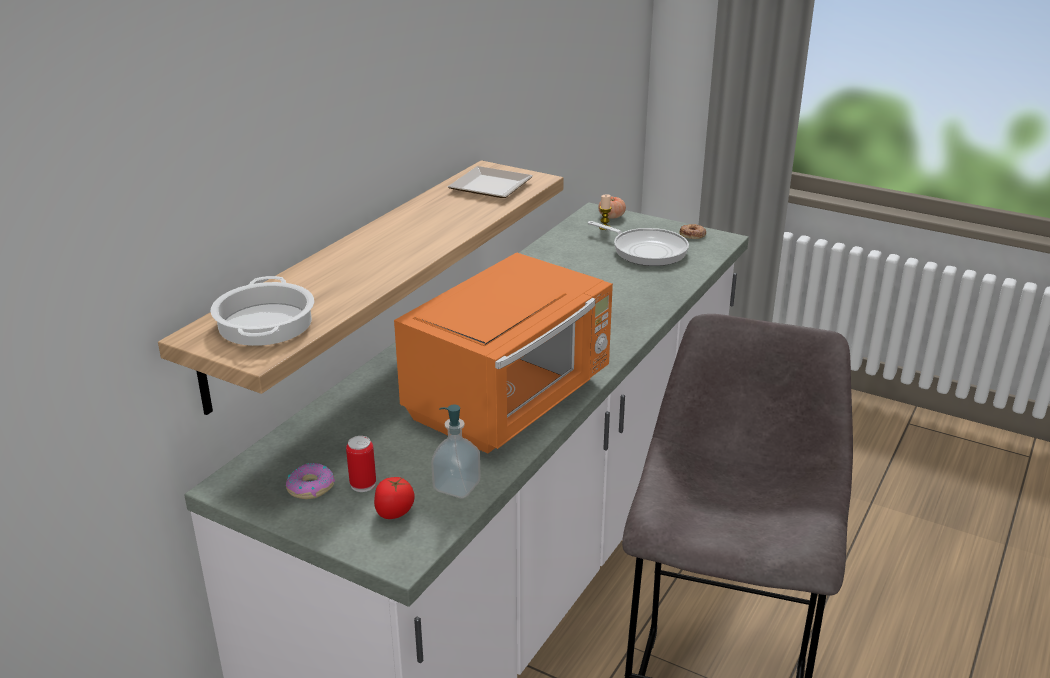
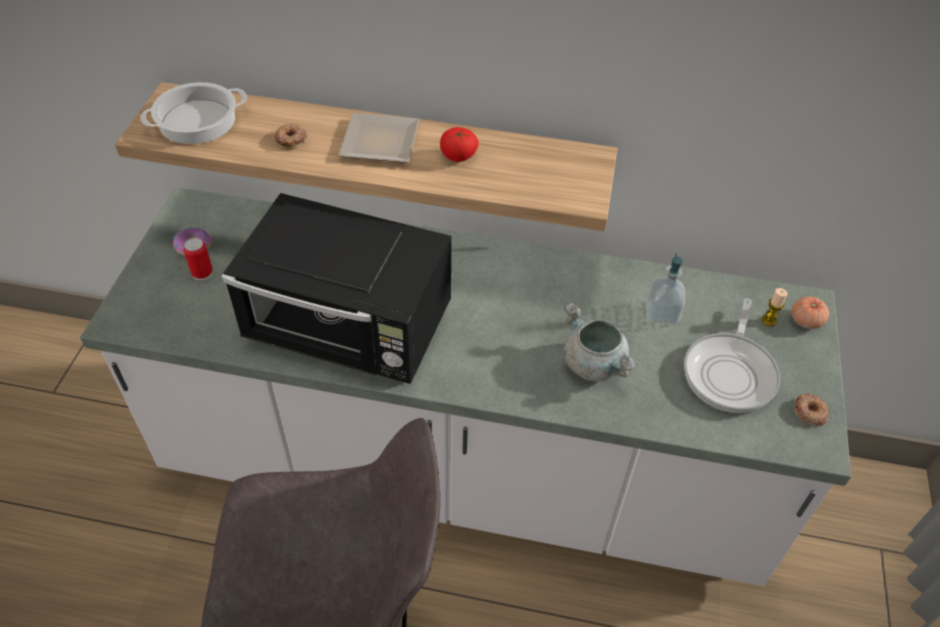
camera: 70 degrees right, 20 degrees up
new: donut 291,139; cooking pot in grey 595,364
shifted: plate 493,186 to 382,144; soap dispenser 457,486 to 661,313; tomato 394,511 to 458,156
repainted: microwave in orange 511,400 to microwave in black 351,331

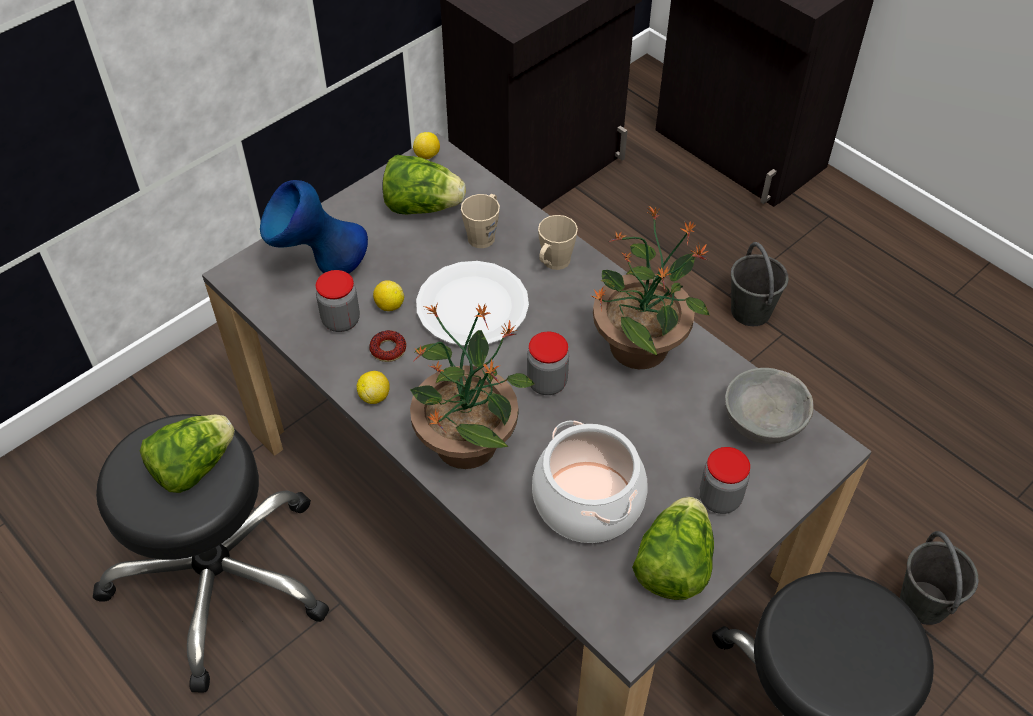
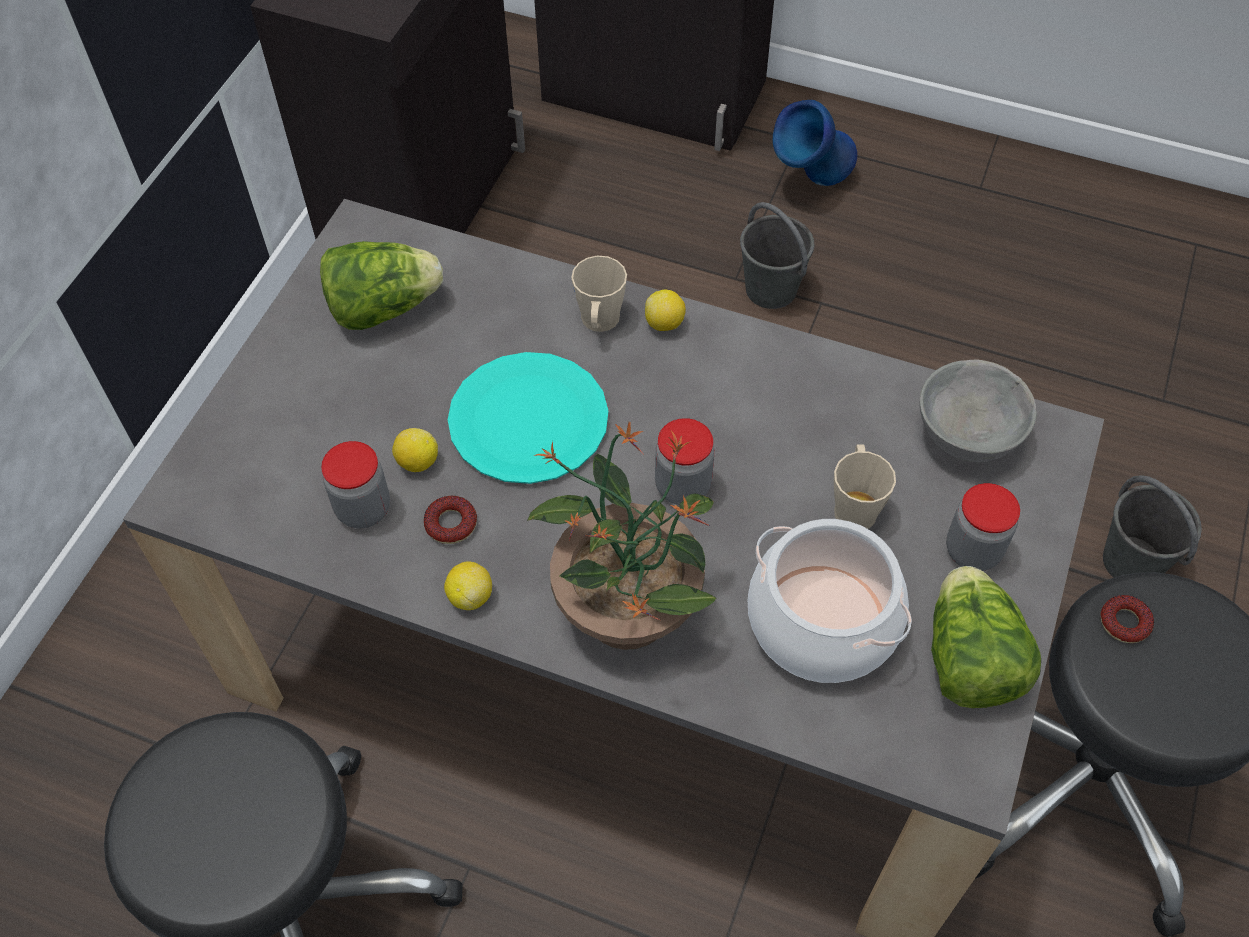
camera: 25 degrees left, 5 degrees up
gone: potted plant 640,345; lettuce 193,467
new: donut 1124,622
shifted: lemon 427,156 to 664,323; vase in blue 321,269 to 810,183; mug in beige 484,234 to 854,505
repainted: plate in white 472,306 to plate in turquoise 529,420

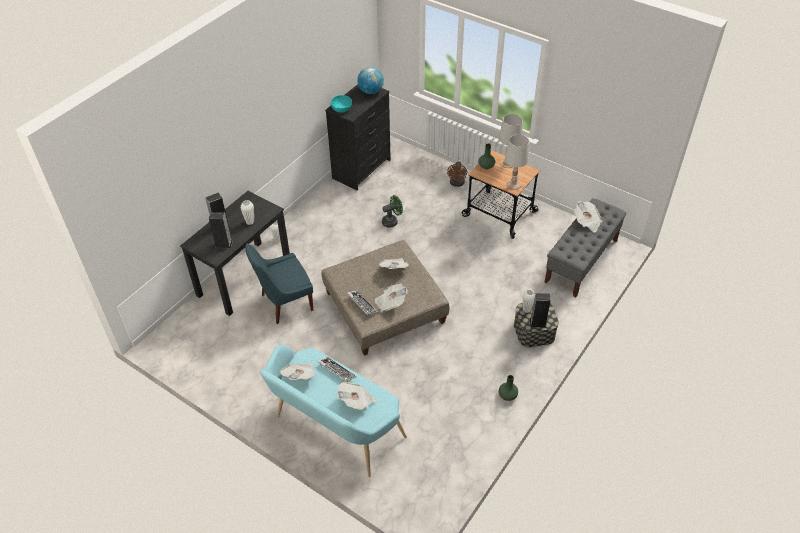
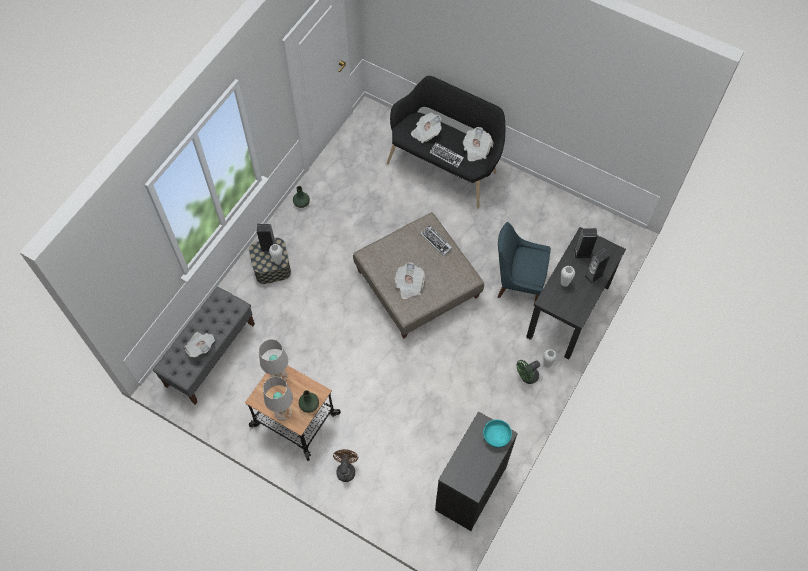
camera: 175 degrees right, 15 degrees up
gone: globe 371,91; newspaper 390,303
shifted: fan in green 392,221 to 526,377
repainted: bench in turquoise 335,430 to bench in black 445,166
rotated: chair in blue 284,303 = 518,282 135 degrees counterclockwise

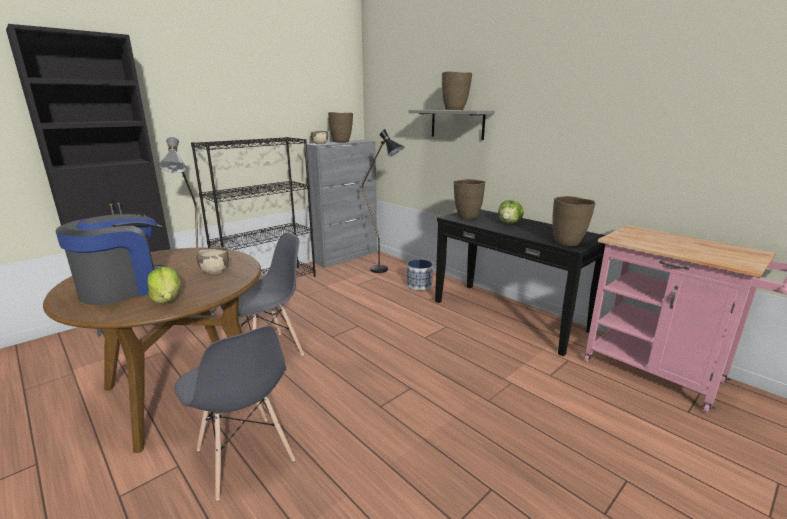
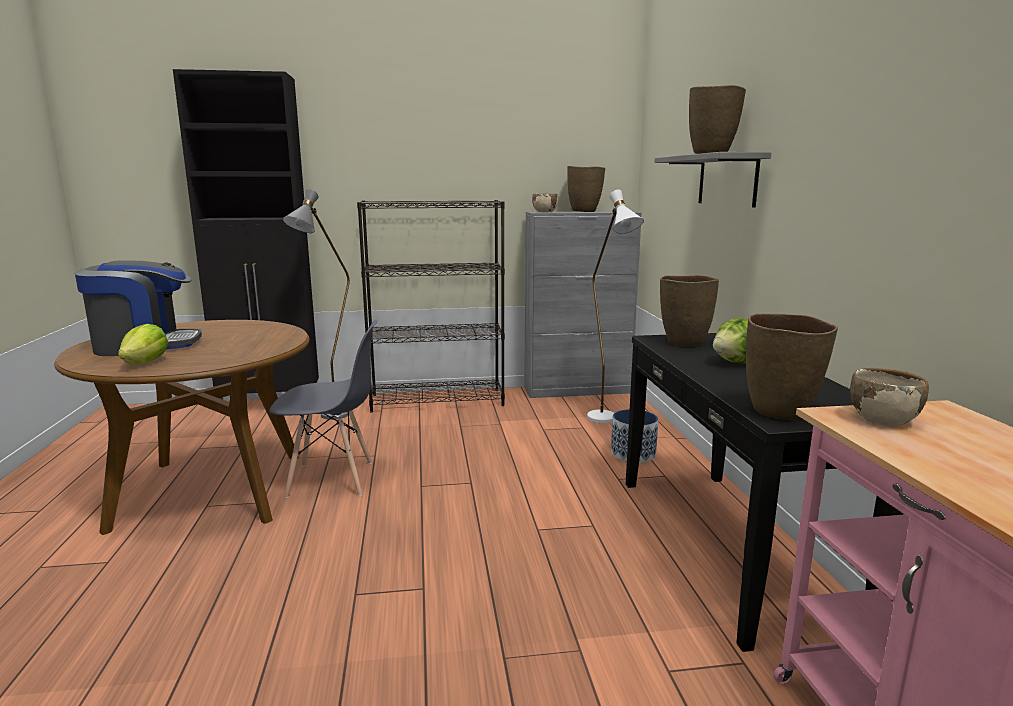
camera: 35 degrees right, 5 degrees down
gone: chair in grey 245,456
shifted: bowl in beige 215,270 to 882,419
repainted: floor lamp in black 385,271 to floor lamp in white 607,421

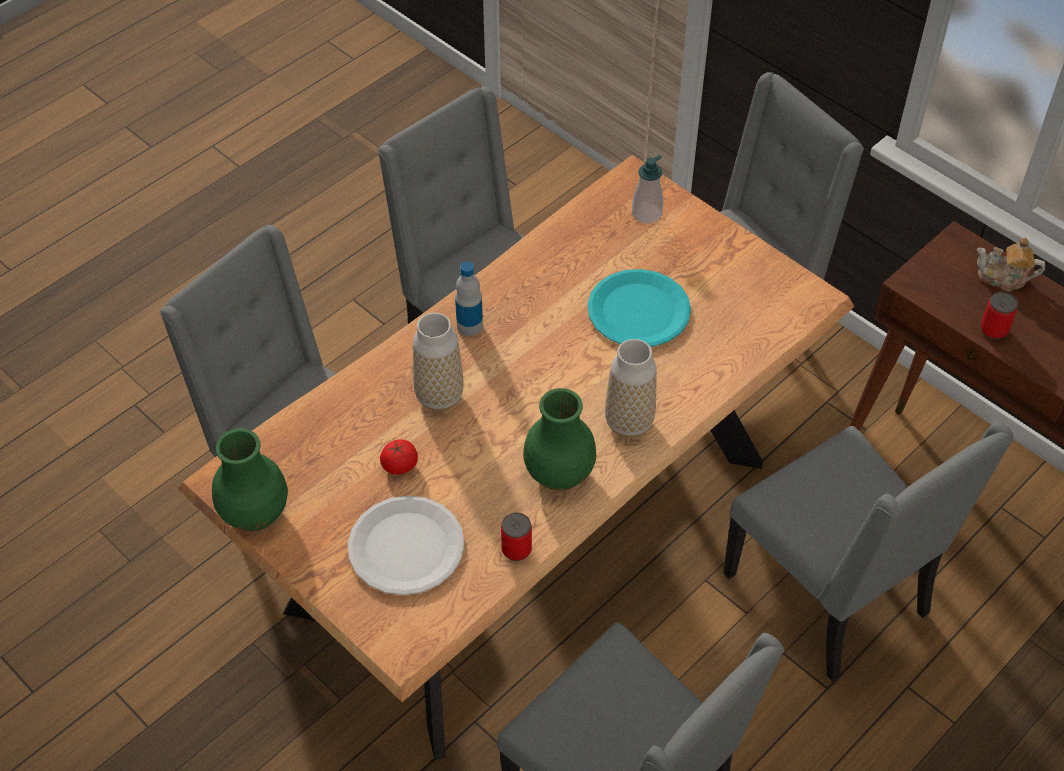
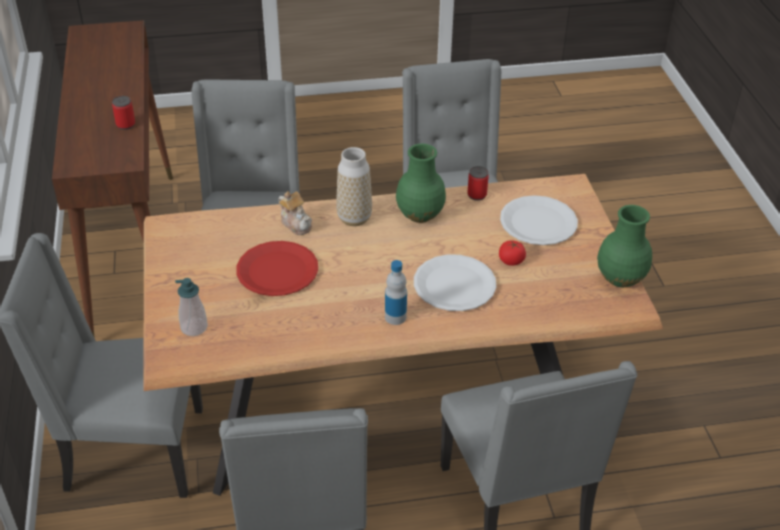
camera: 145 degrees left, 10 degrees down
shifted: teapot 1003,278 to 296,223
swapped: vase 439,397 to plate in white 454,285
repainted: plate in turquoise 638,310 to plate in red 277,271

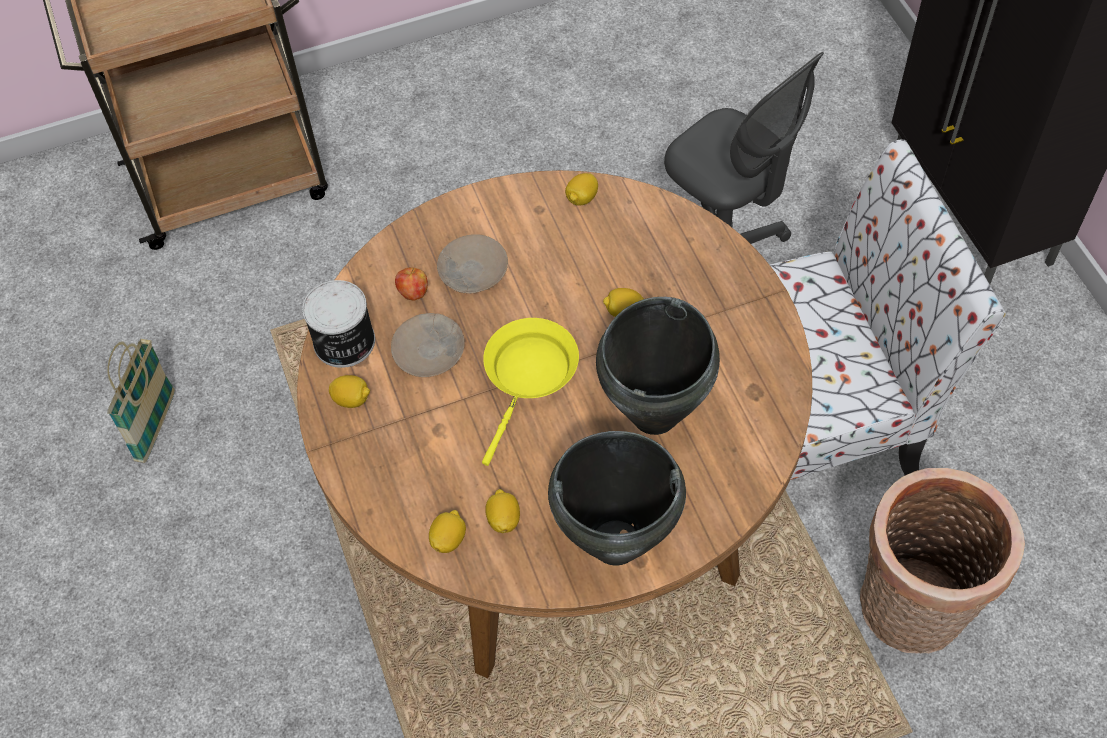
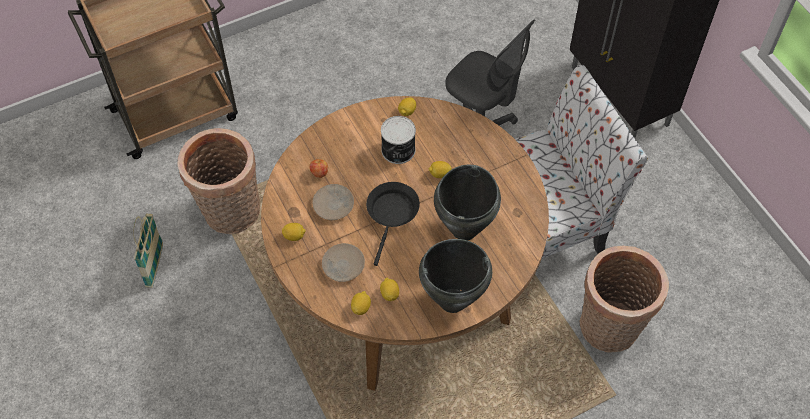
camera: 10 degrees left, 0 degrees up
new: basket 230,214
shifted: plate in beige 472,270 to 343,266; can 344,343 to 398,151
repainted: frying pan in yellow 529,376 to frying pan in black 392,214

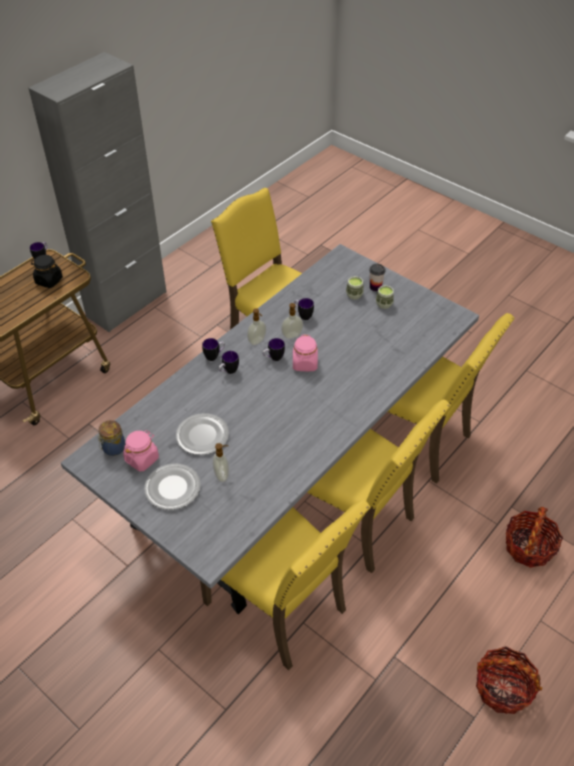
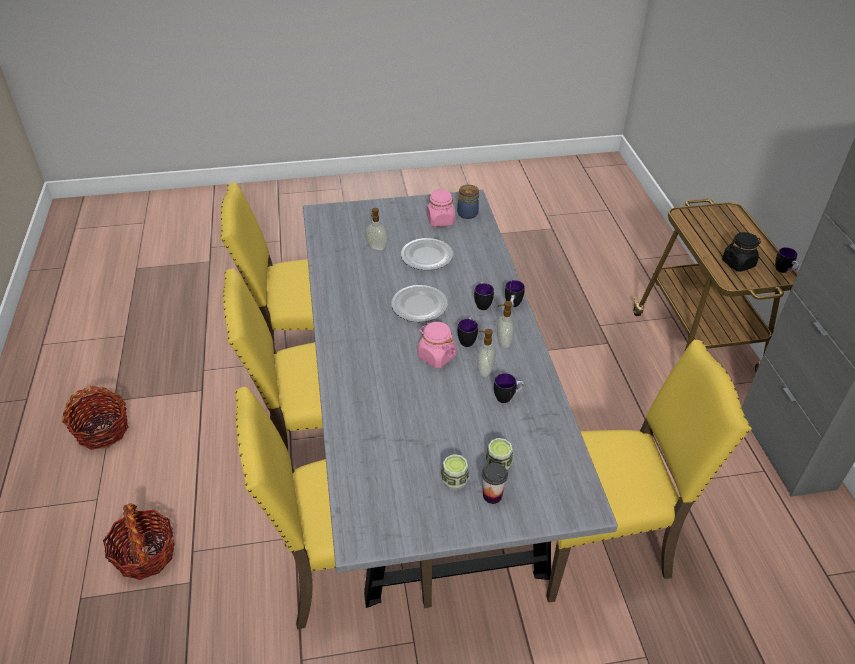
camera: 130 degrees right, 5 degrees down
shifted: plate 172,488 to 419,305

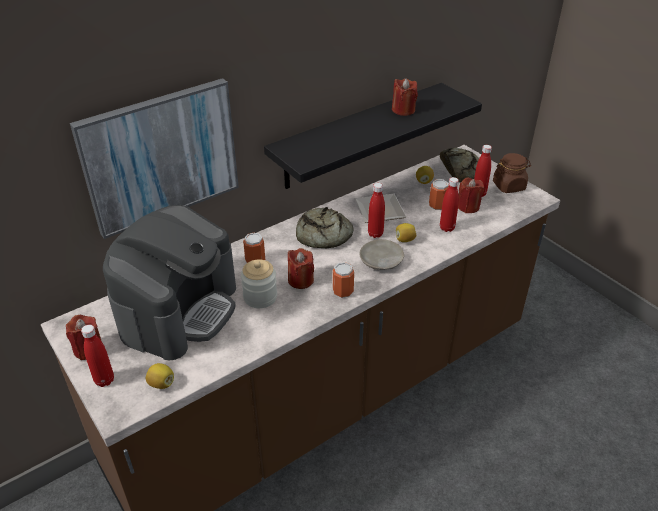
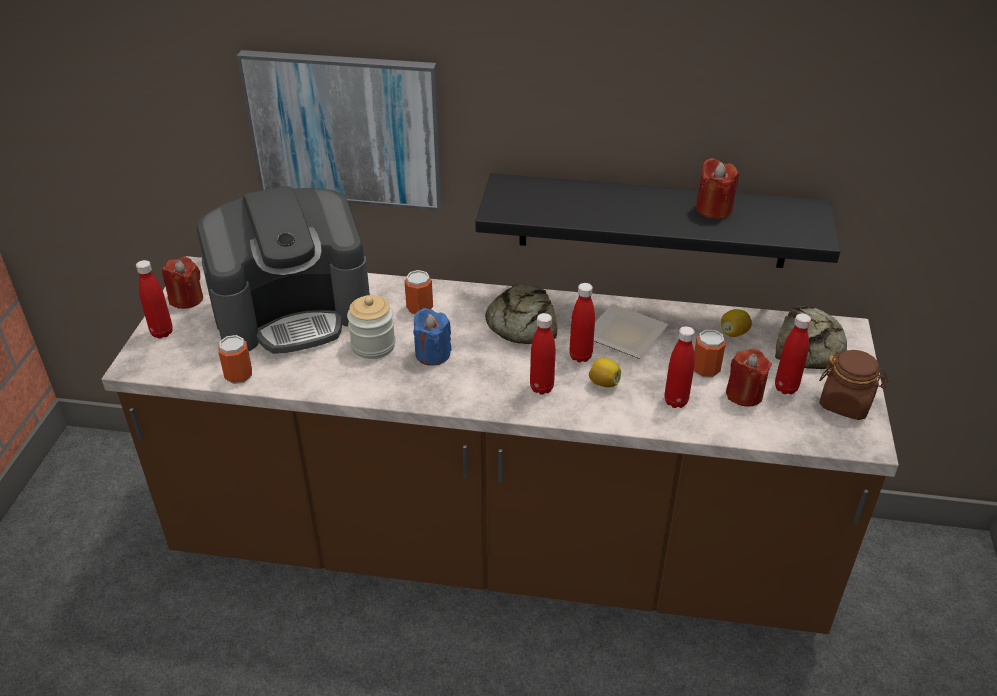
camera: 45 degrees right, 0 degrees up
gone: lemon 161,383
shifted: can 343,291 to 238,375
swapped: plate in beige 381,261 to bottle in red 541,388
repainted: candle in red 300,280 to candle in blue 432,354

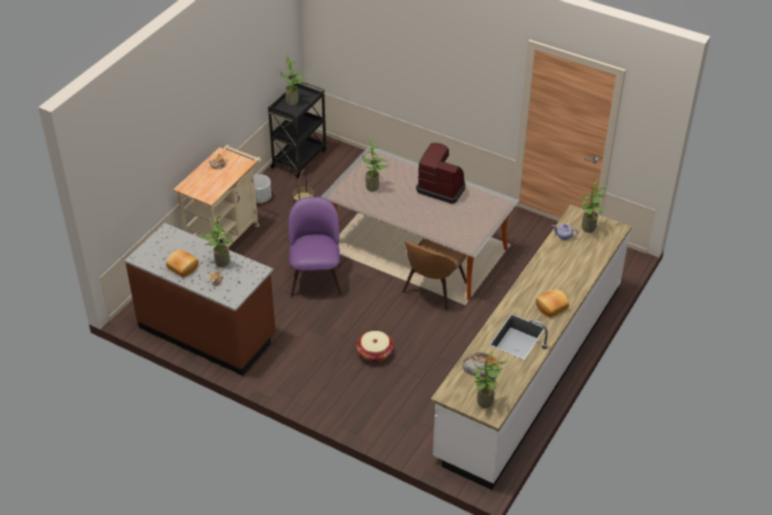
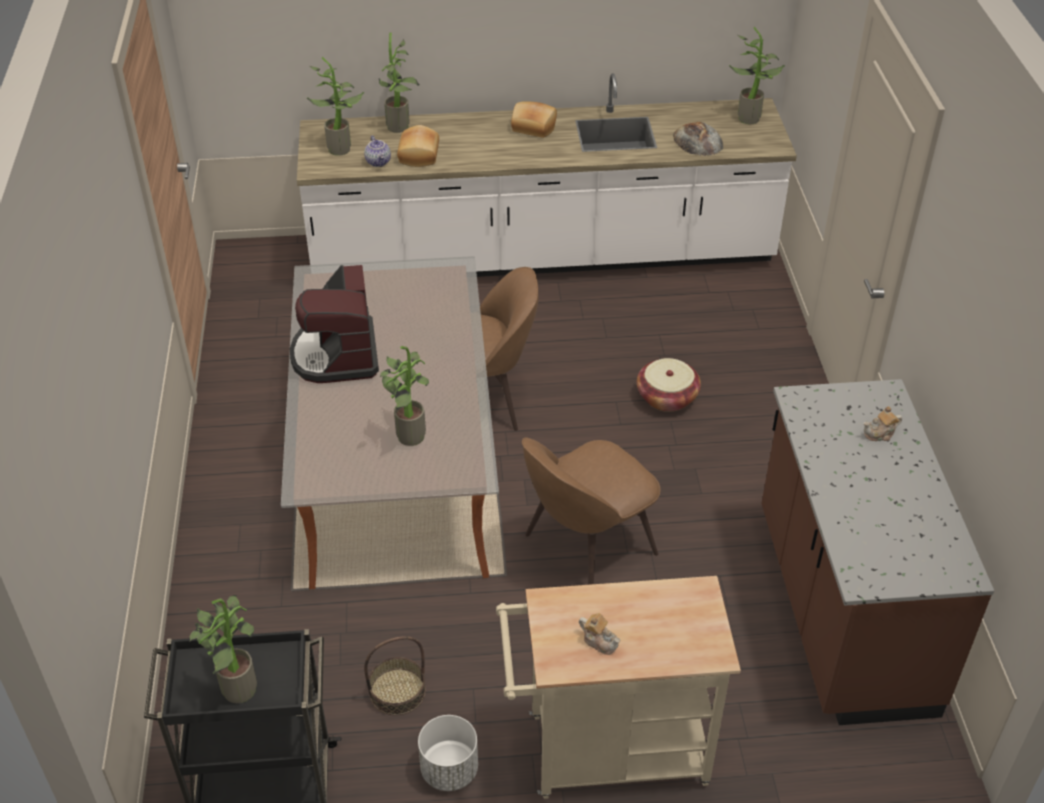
camera: 125 degrees left, 0 degrees up
shifted: potted plant 220,263 to 401,127; bread 182,268 to 420,155
repainted: chair in purple 316,278 to chair in brown 586,547

